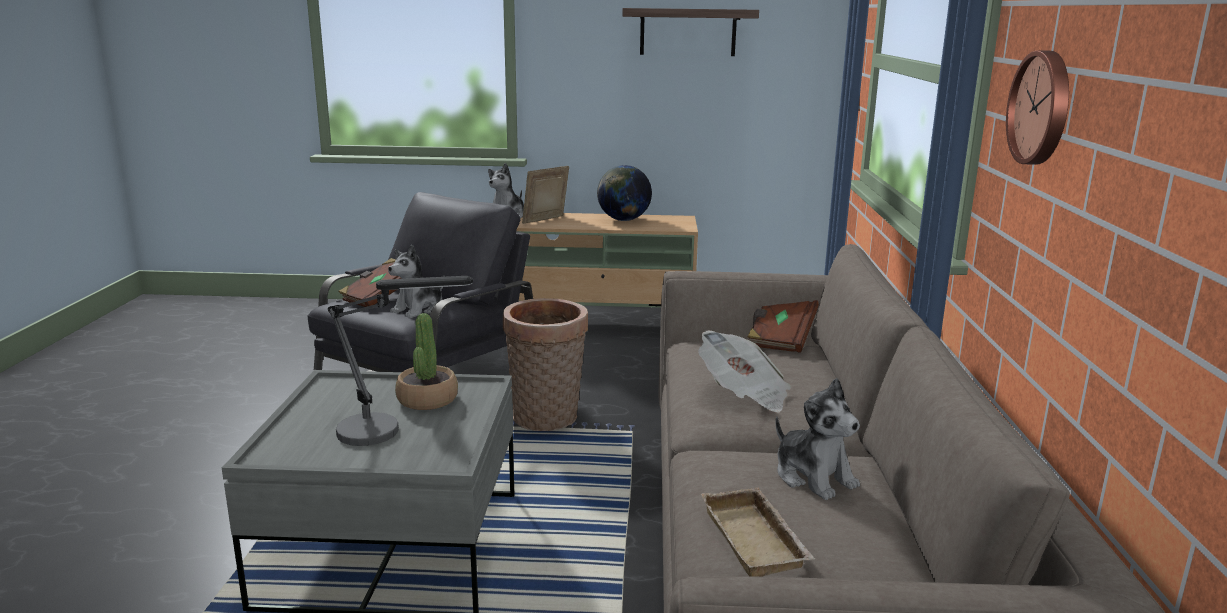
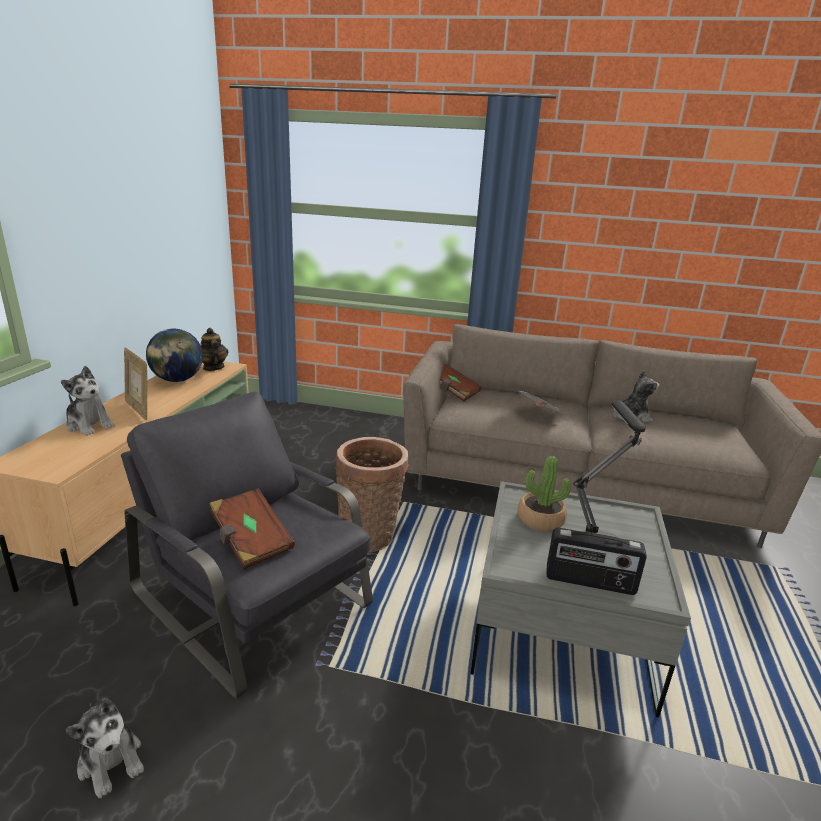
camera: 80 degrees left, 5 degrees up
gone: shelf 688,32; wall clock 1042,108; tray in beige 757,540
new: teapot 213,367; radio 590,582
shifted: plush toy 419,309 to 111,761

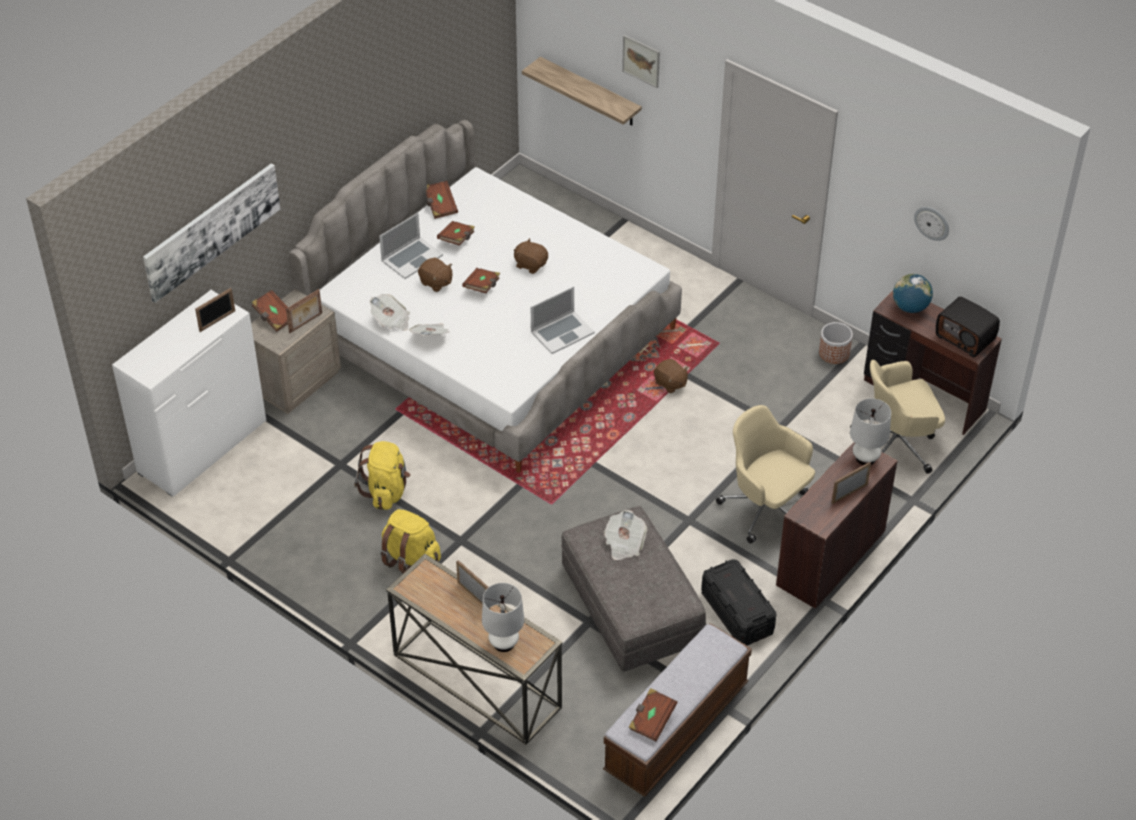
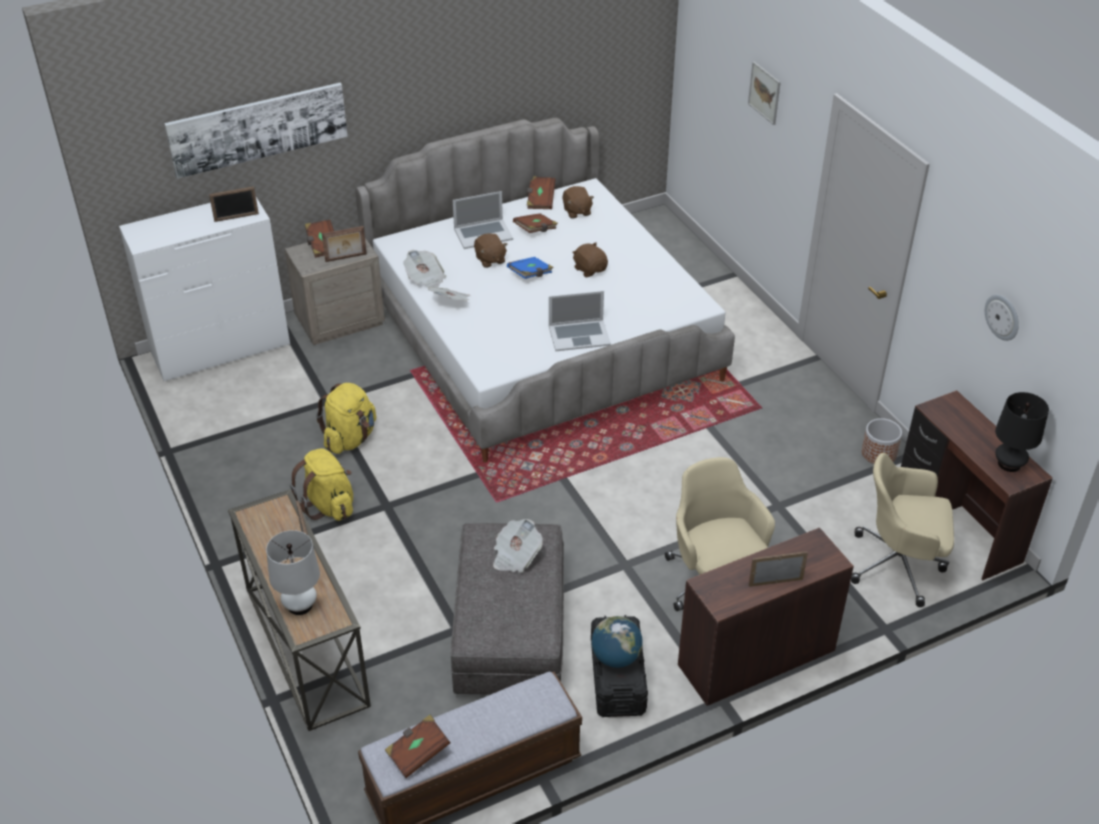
camera: 25 degrees right, 5 degrees down
gone: shelf 590,92; table lamp in white 865,458
shifted: globe 910,307 to 616,657; plush toy in brown 670,383 to 576,211
swapped: radio 966,337 to table lamp in black 1009,464
repainted: book in brown 482,286 to book in blue 530,275

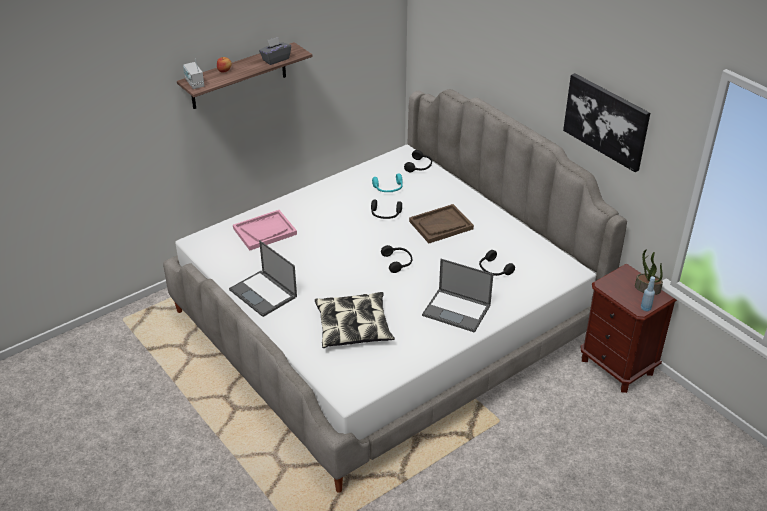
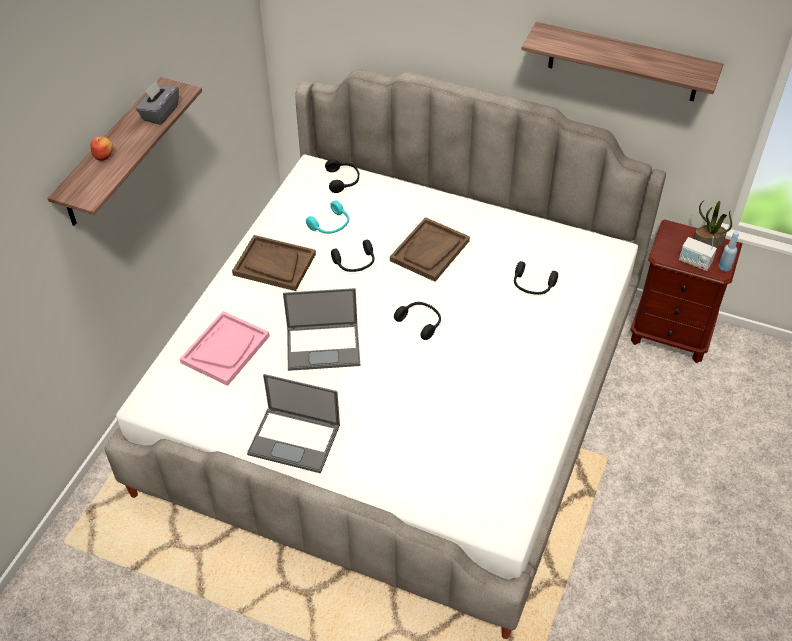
camera: 30 degrees left, 10 degrees up
gone: pillow 353,327
new: tray in brown 274,264
shifted: radio 194,84 to 695,262; laptop 457,310 to 324,346
swapped: picture 606,121 to shelf 623,62

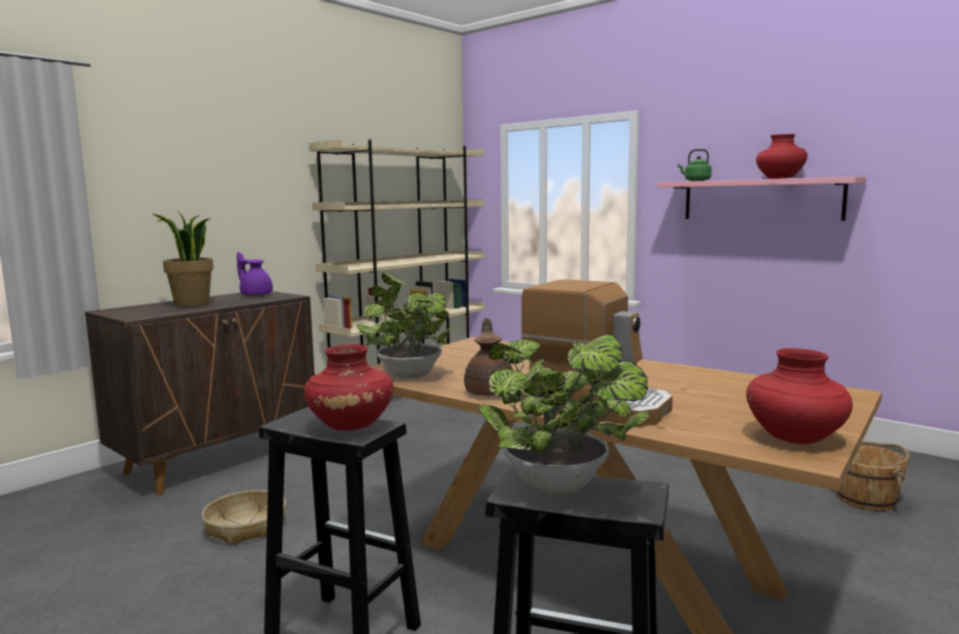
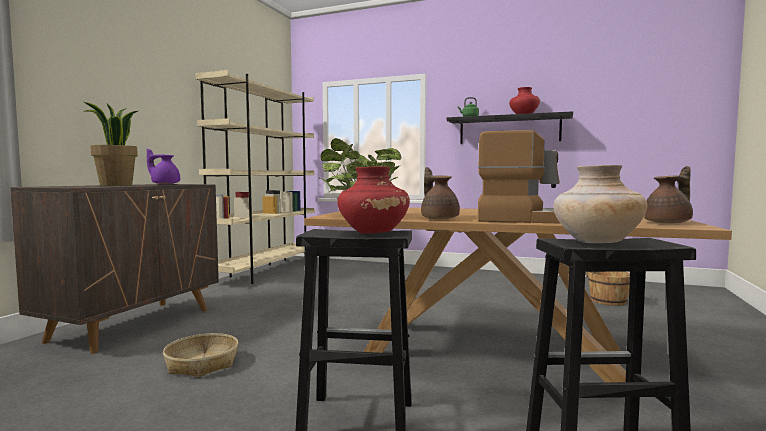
camera: 20 degrees left, 5 degrees down
swapped: potted plant 561,488 to vase in beige 596,242; vase in red 795,438 to teapot in brown 669,222
repainted: shelf in pink 760,199 to shelf in black 509,130

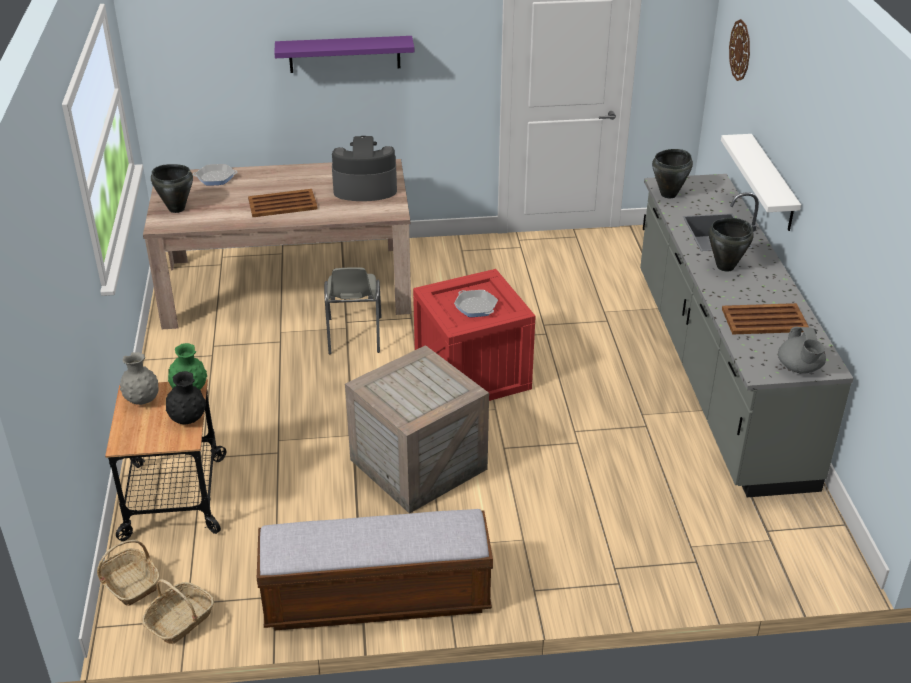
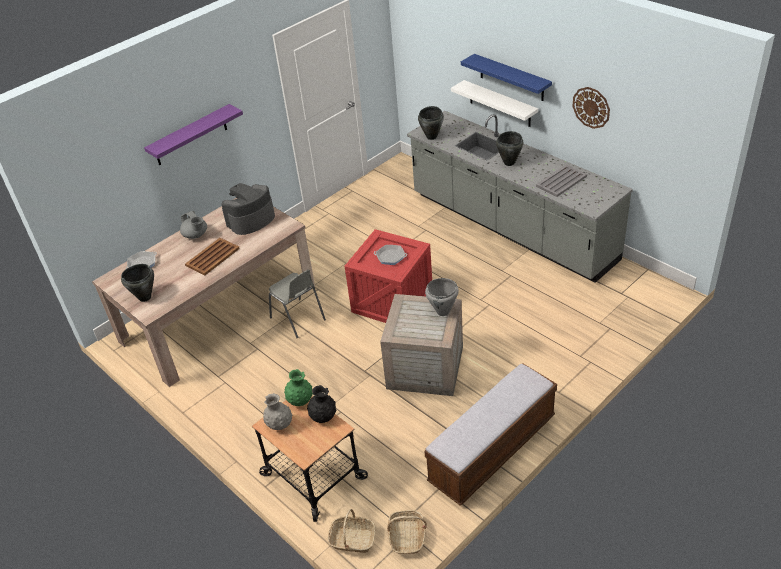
camera: 35 degrees left, 5 degrees up
new: shelf in blue 511,78; cooking pot in grey 443,312
shifted: wall clock 740,50 to 591,107; teapot in grey 799,368 to 196,235
repainted: tray in brown 763,320 to tray in grey 561,181

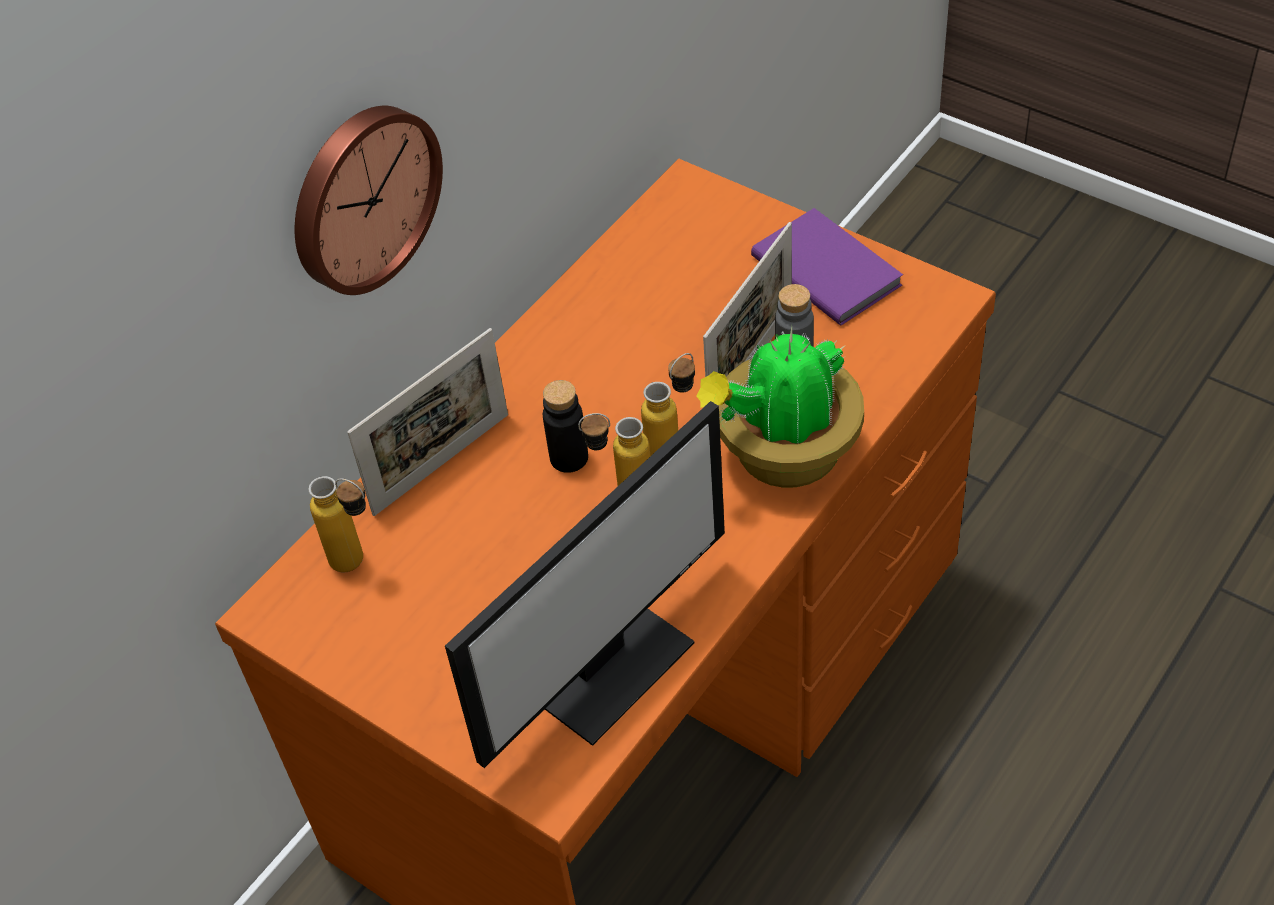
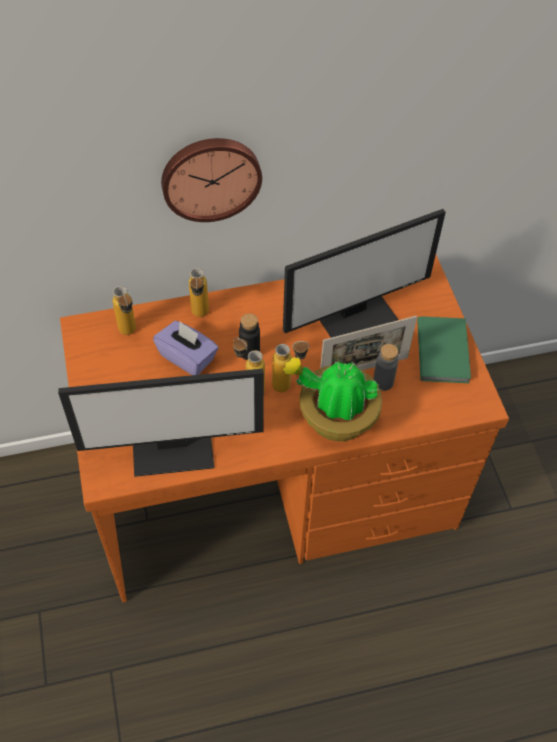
camera: 35 degrees right, 5 degrees up
new: monitor 356,315; tissue box in purple 187,357
swapped: picture frame 441,464 to bottle 200,317
repainted: book in purple 827,268 to book in green 444,350

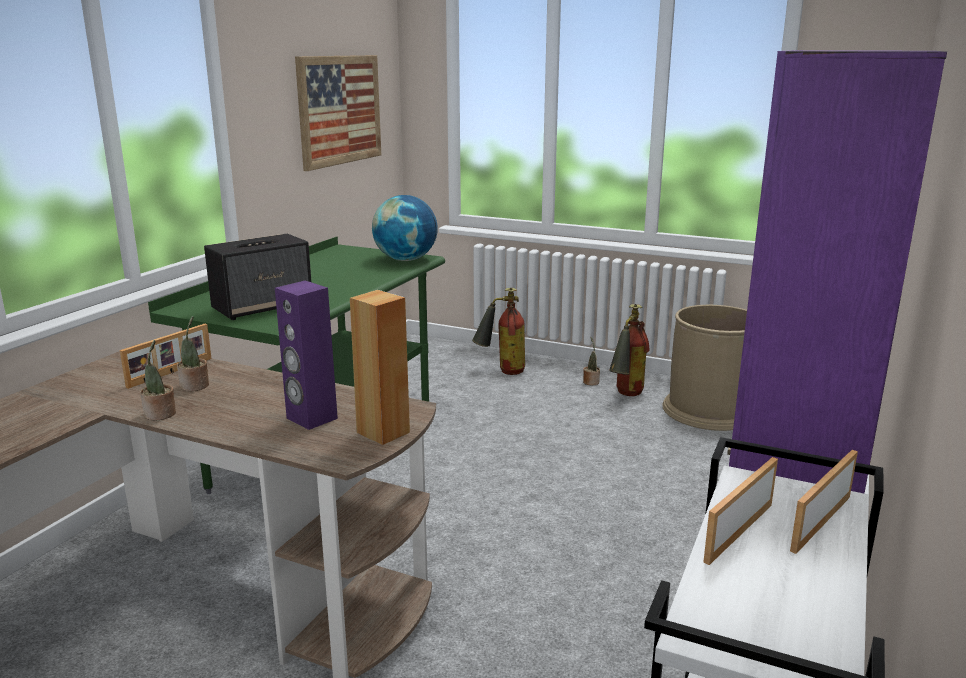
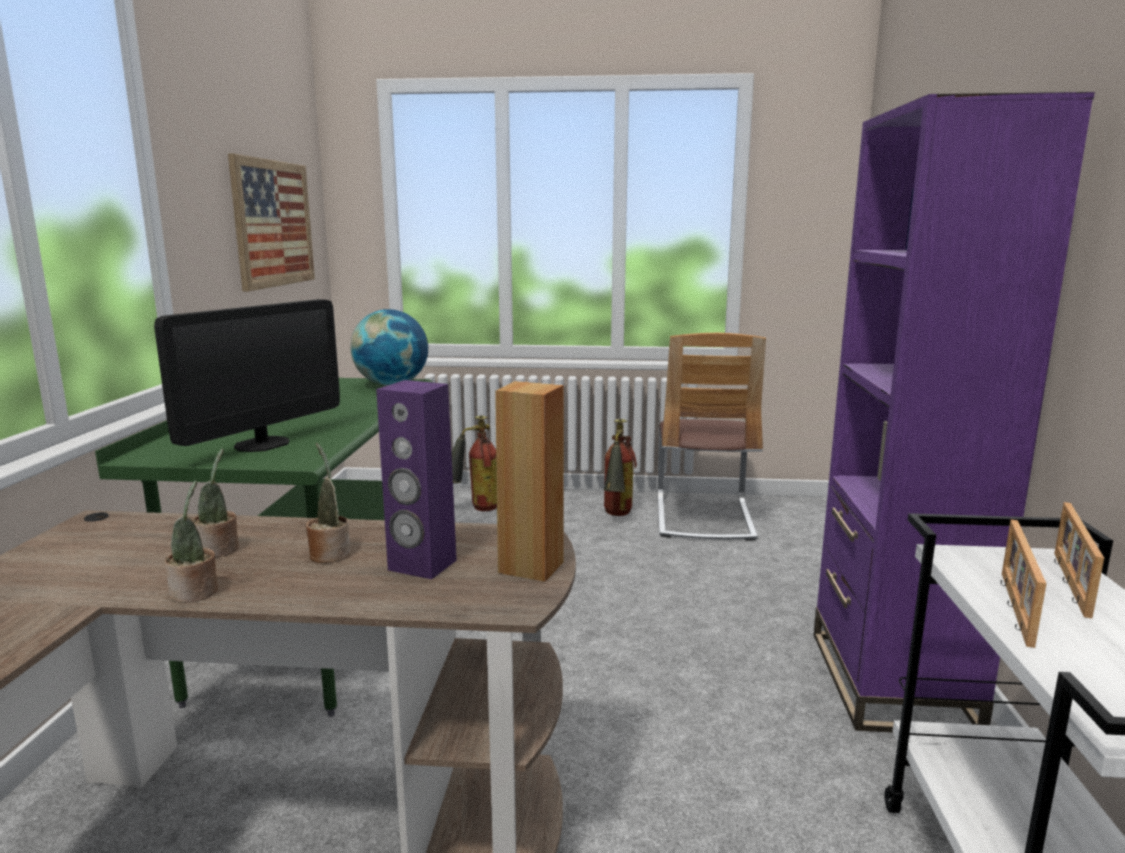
camera: 20 degrees left, 5 degrees down
gone: picture frame 171,373
shifted: potted plant 591,381 to 329,553
swapped: speaker 263,307 to monitor 262,444; trash can in brown 709,410 to chair 703,518

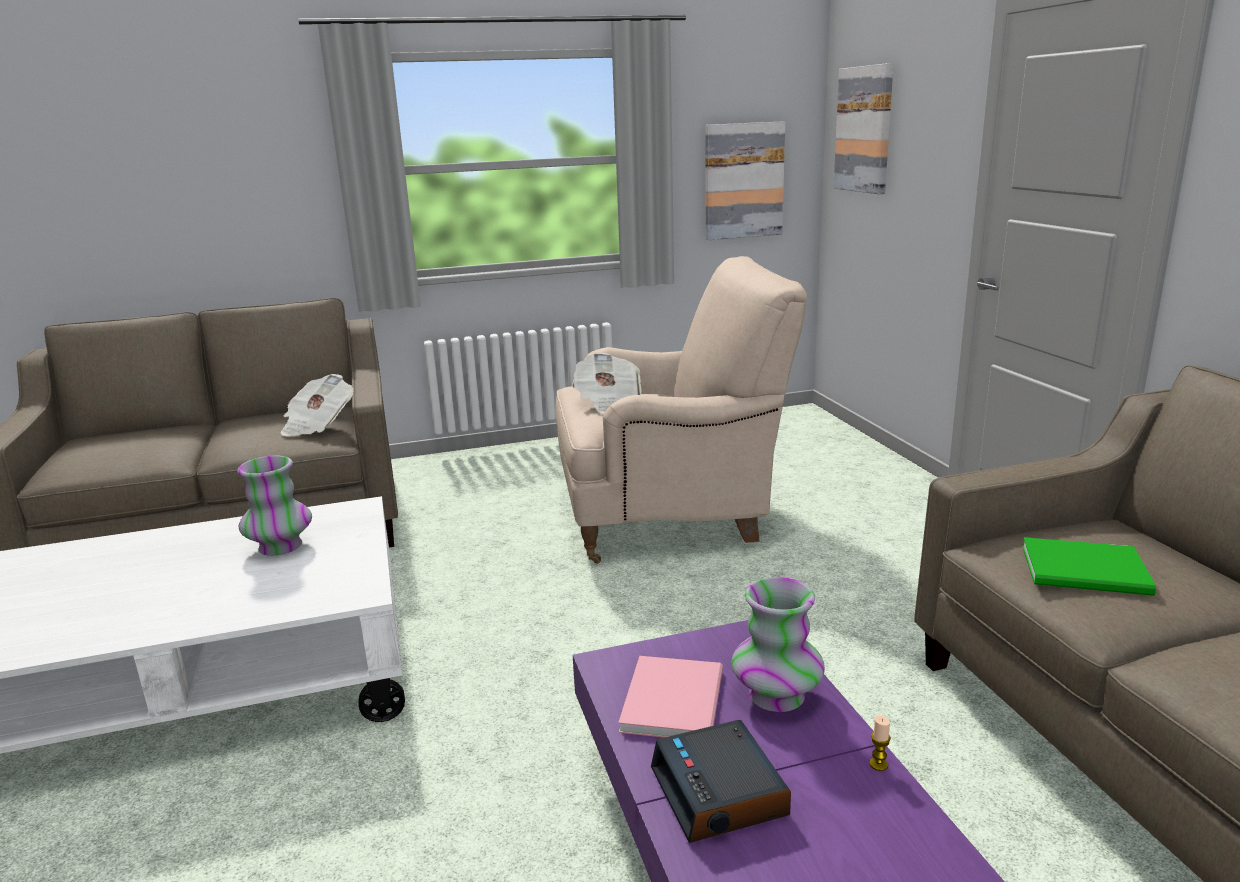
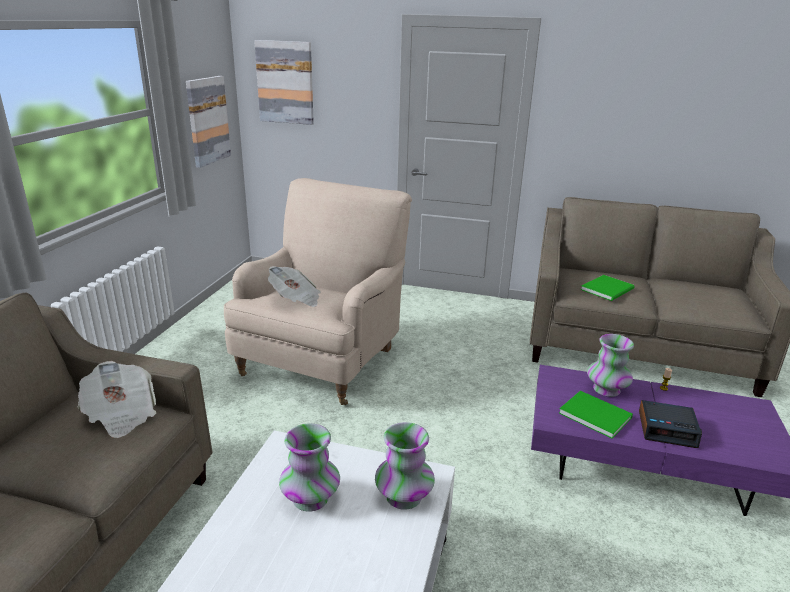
camera: 60 degrees left, 5 degrees up
new: vase 404,497
repainted: book in pink 676,699 to book in green 594,414

